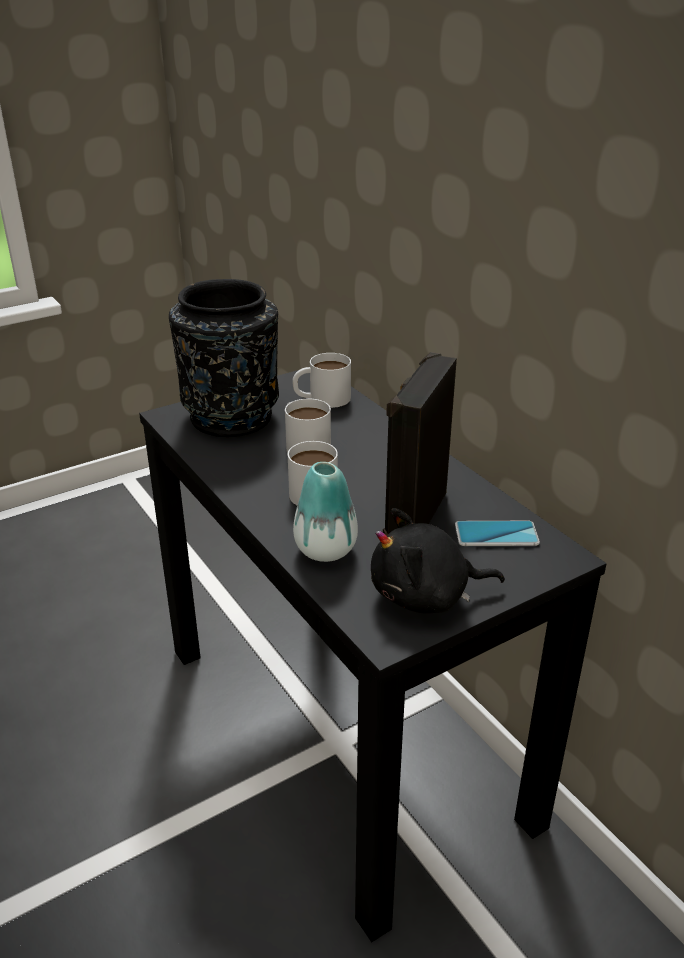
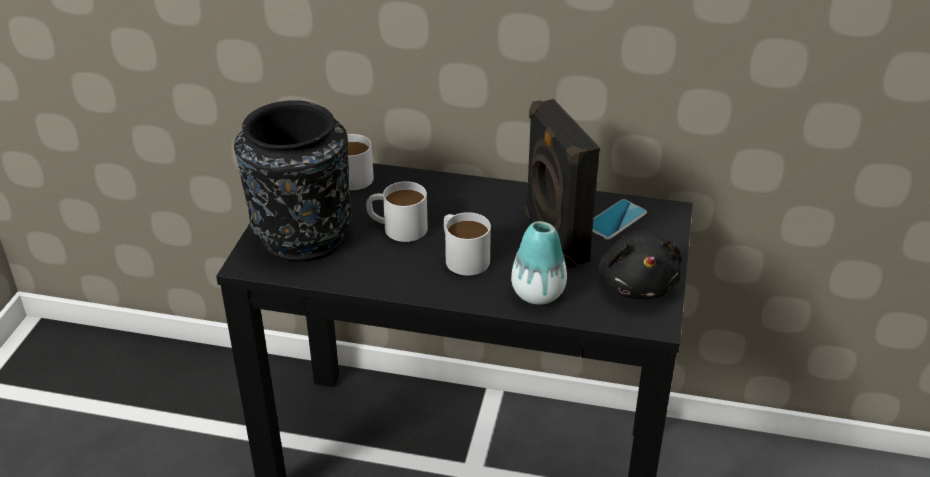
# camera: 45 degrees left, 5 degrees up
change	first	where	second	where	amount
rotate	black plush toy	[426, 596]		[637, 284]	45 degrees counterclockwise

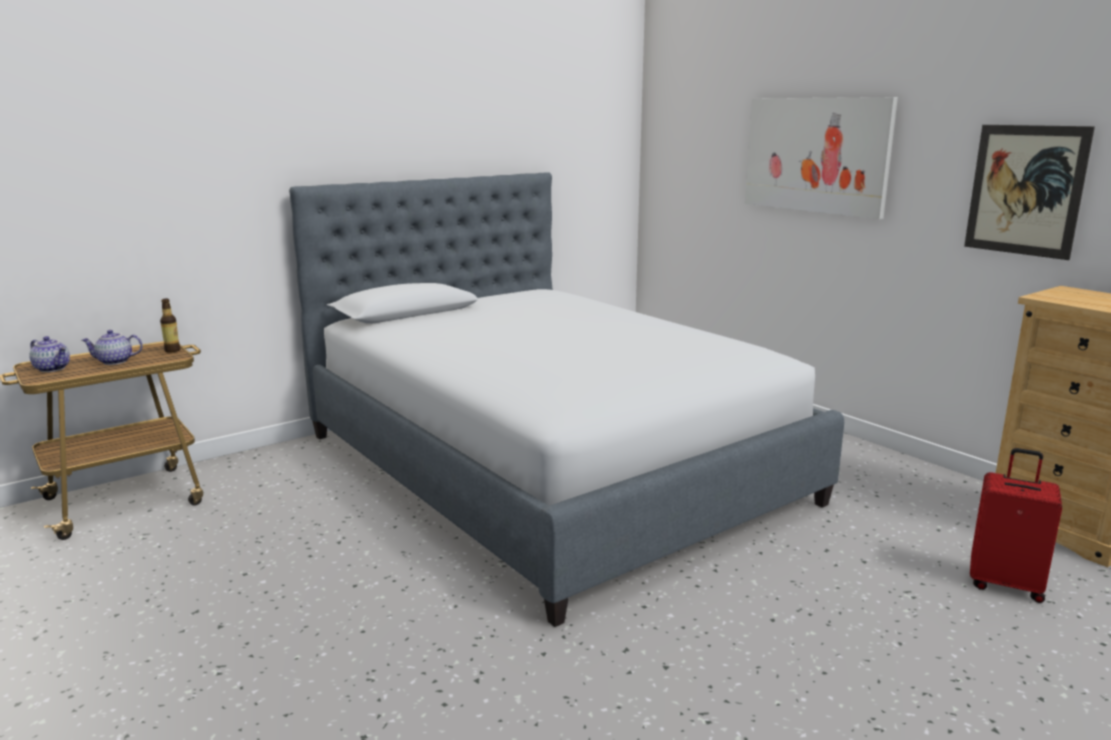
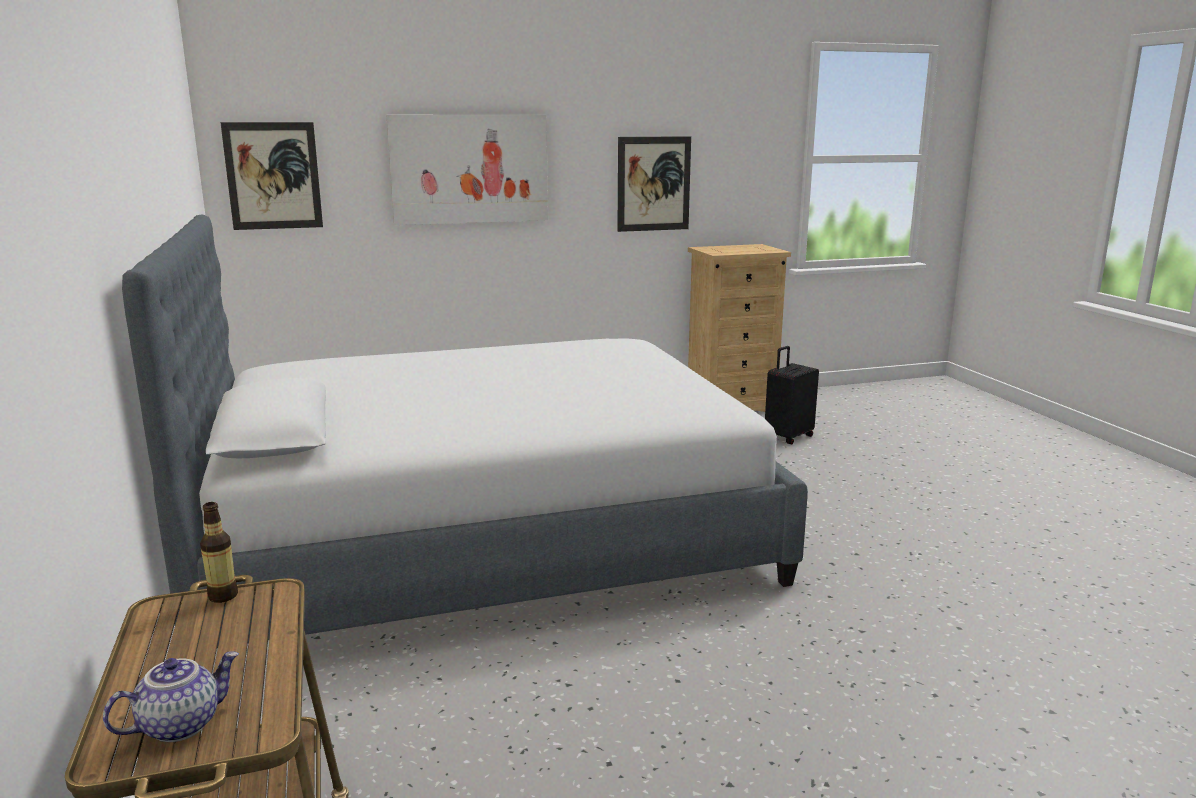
# camera: 70 degrees left, 0 degrees up
change	first	where	second	where	amount
delete	teapot	[114, 362]			
insert			picture	[273, 176]	
recolor	red suitcase	[1005, 584]	black suitcase	[788, 437]	

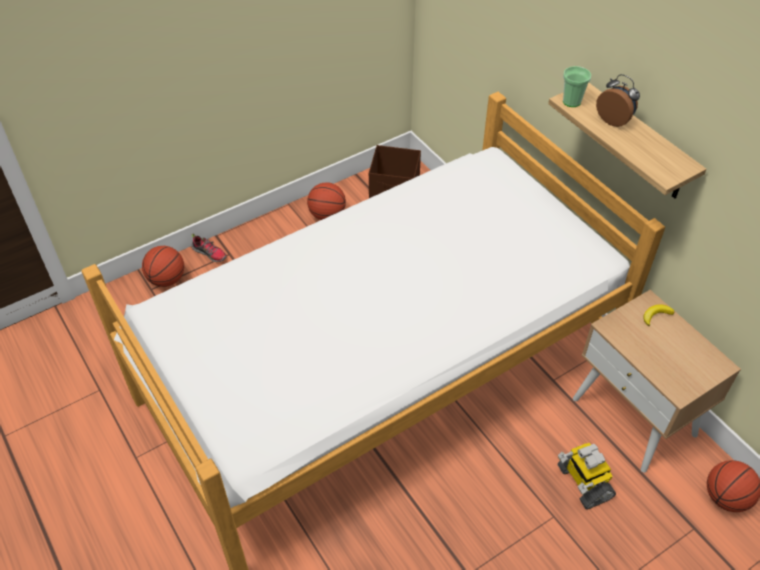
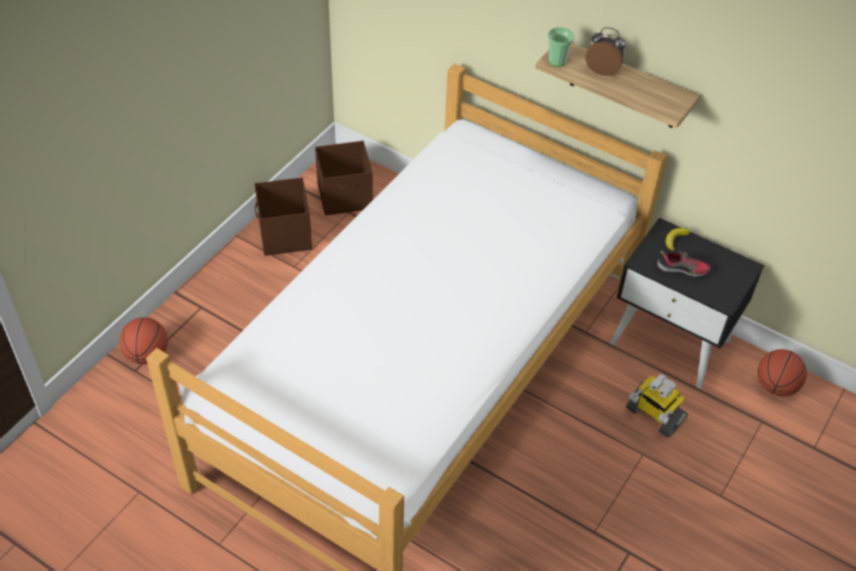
# camera: 25 degrees left, 0 degrees up
change	first	where	second	where	amount
move	shoe	[210, 253]		[682, 269]	
replace	basketball	[327, 215]	brown storage box	[285, 236]	
recolor	beige nightstand	[635, 417]	black nightstand	[671, 341]	

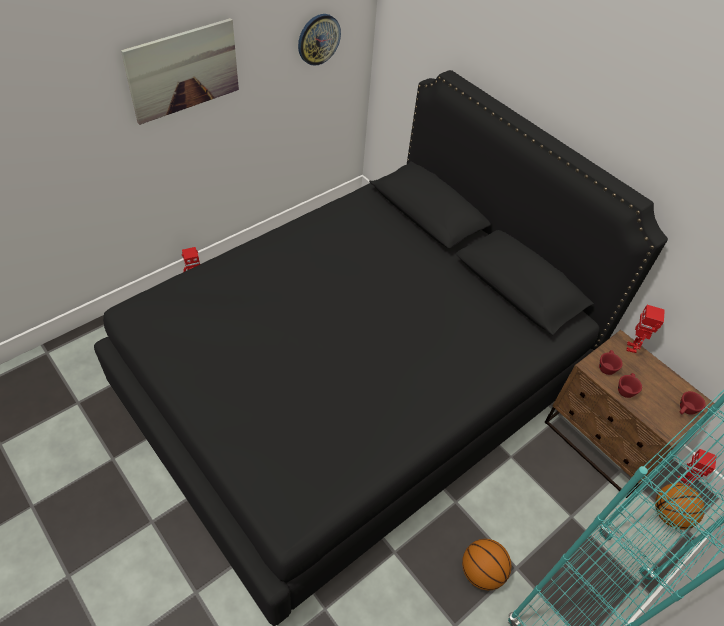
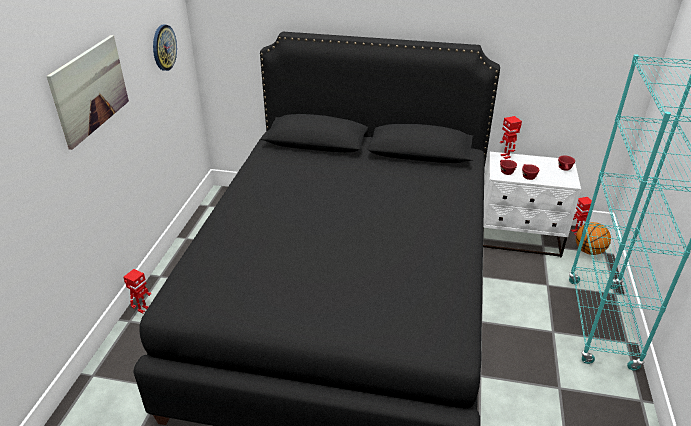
# camera: 35 degrees left, 15 degrees down
change	first	where	second	where	amount
delete	basketball	[481, 572]			
recolor	brown nightstand	[603, 442]	white nightstand	[519, 237]	

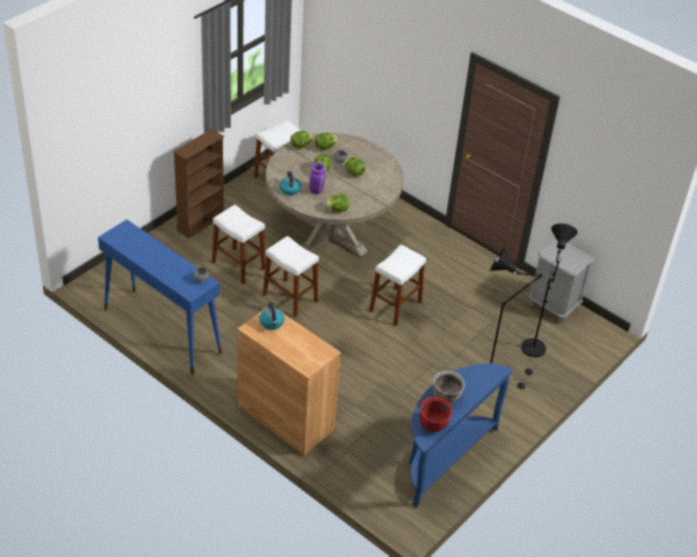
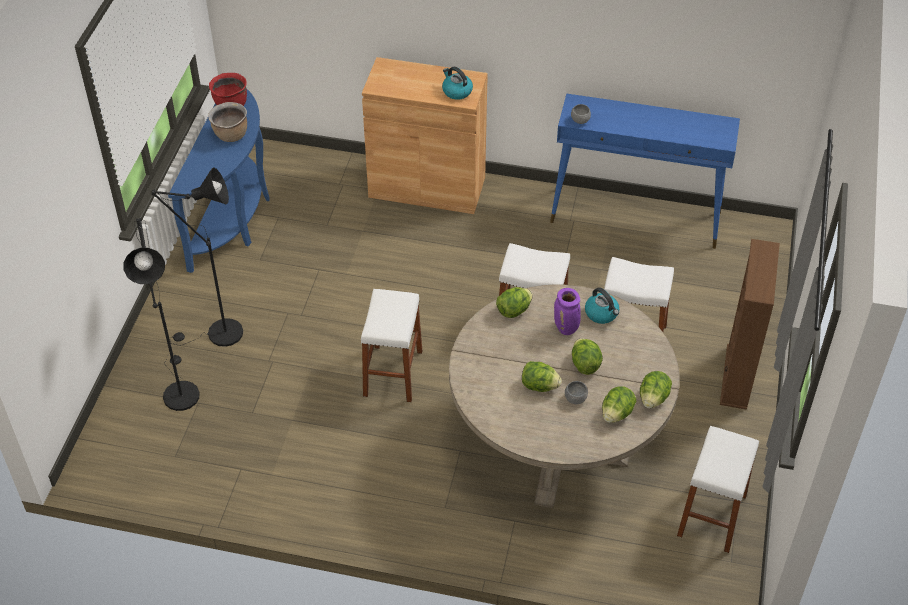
# camera: 155 degrees right, 5 degrees up
change	first	where	second	where	amount
delete	grey nightstand	[553, 306]			

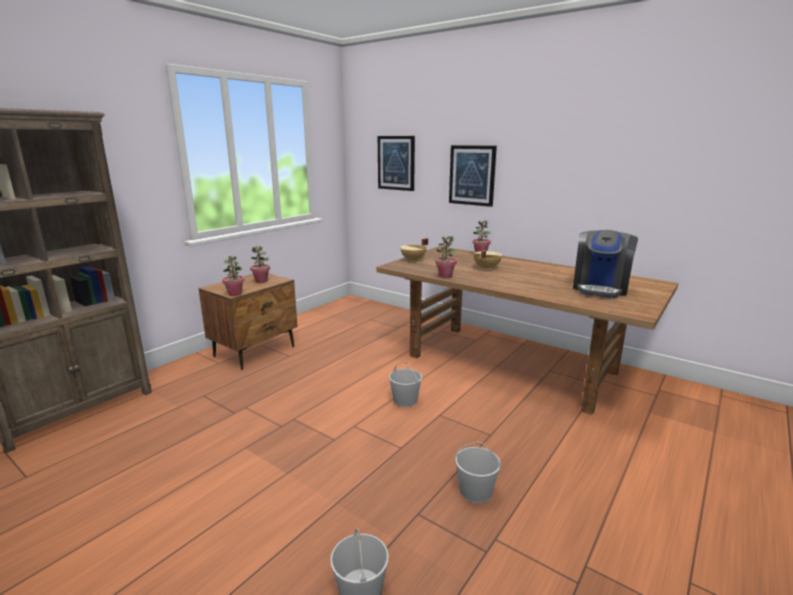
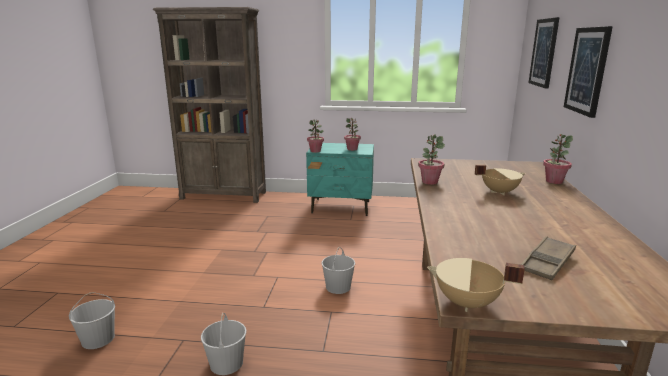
# camera: 60 degrees right, 0 degrees up
change	first	where	second	where	amount
move	beige cooking pot	[413, 260]		[467, 304]	
replace	coffee machine	[600, 288]	brown tray	[547, 262]	
recolor	brown nightstand	[255, 351]	turquoise nightstand	[341, 207]	

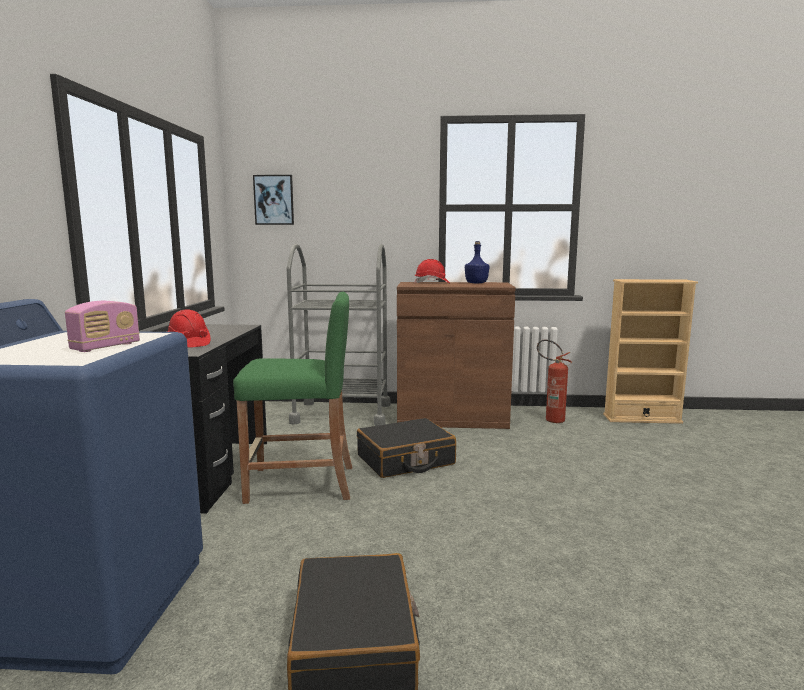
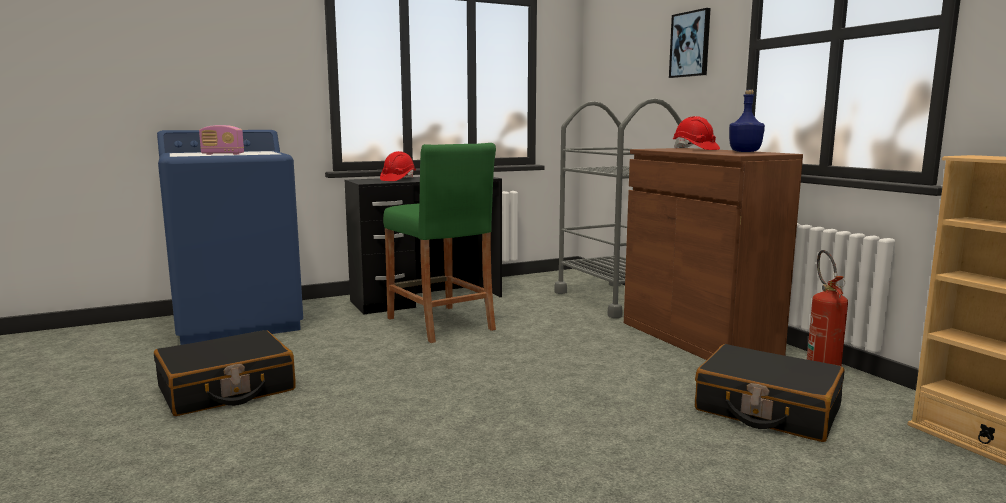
# camera: 60 degrees right, 0 degrees up
change	first	where	second	where	amount
move	picture	[274, 200]		[690, 44]	
move	black suitcase	[405, 460]		[767, 409]	

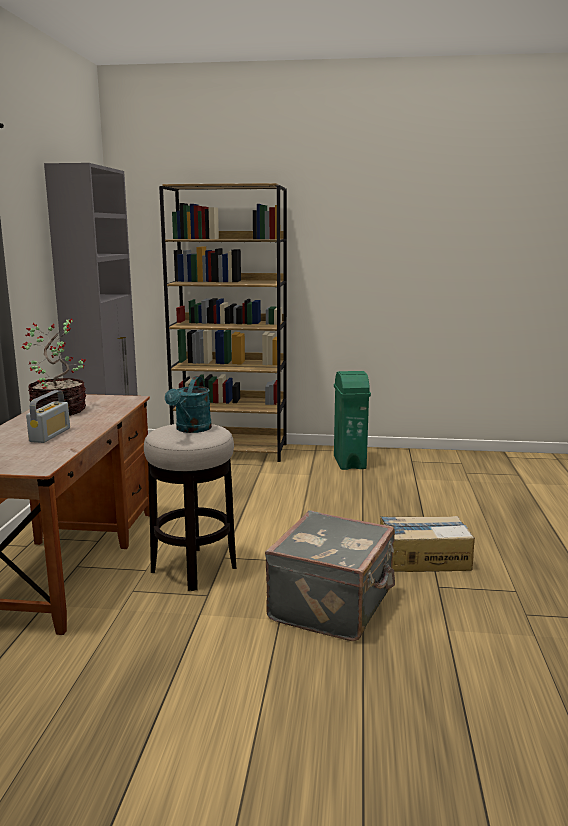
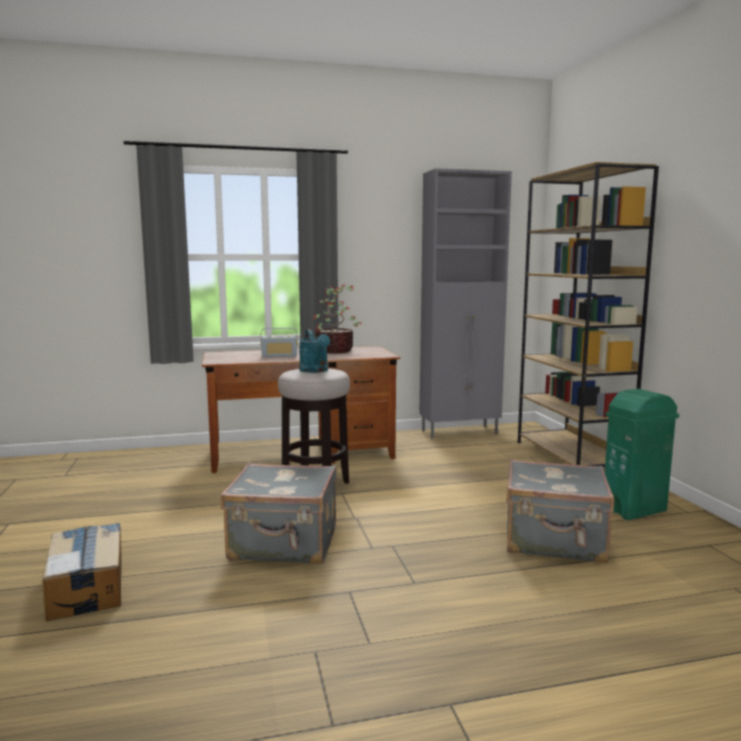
# camera: 70 degrees right, 5 degrees down
change	first	where	second	where	amount
insert			grey suitcase	[555, 541]	
move	cardboard box	[423, 558]		[87, 586]	
rotate	turquoise watering can	[191, 429]		[315, 371]	105 degrees counterclockwise

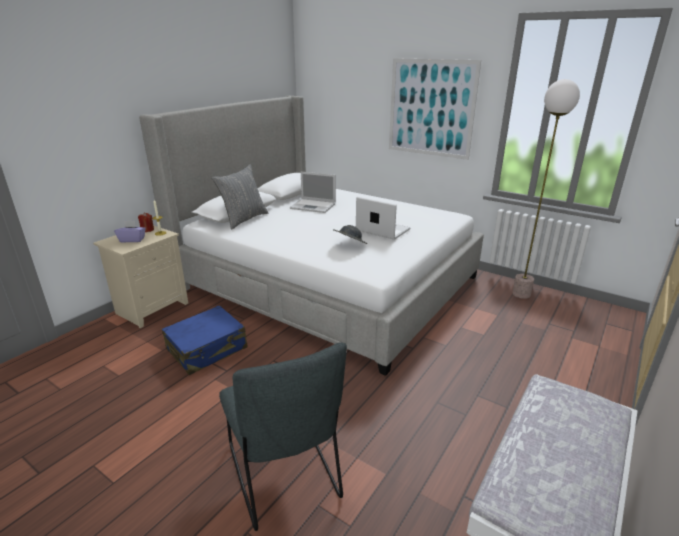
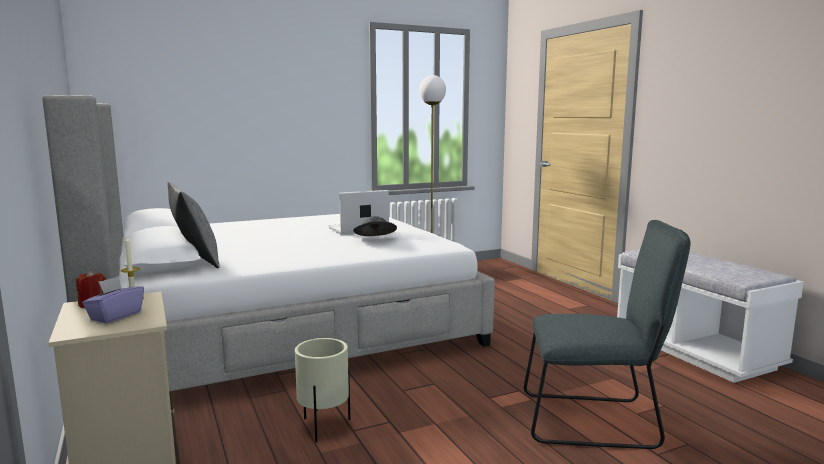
# camera: 60 degrees left, 15 degrees down
change	first	where	second	where	amount
delete	laptop	[314, 206]			
delete	picture	[431, 108]			
replace	blue suitcase	[207, 349]	beige planter	[323, 426]	

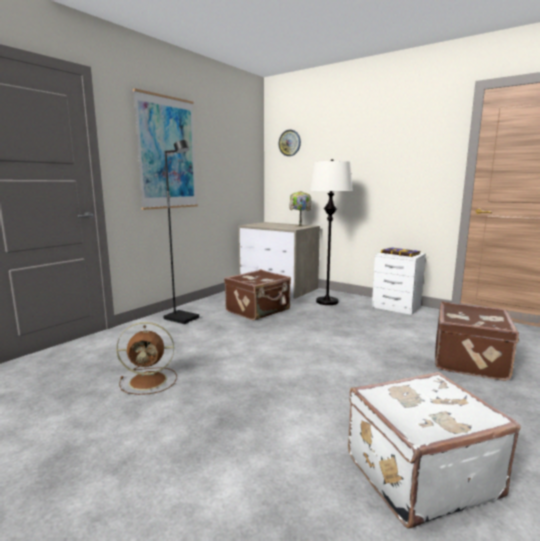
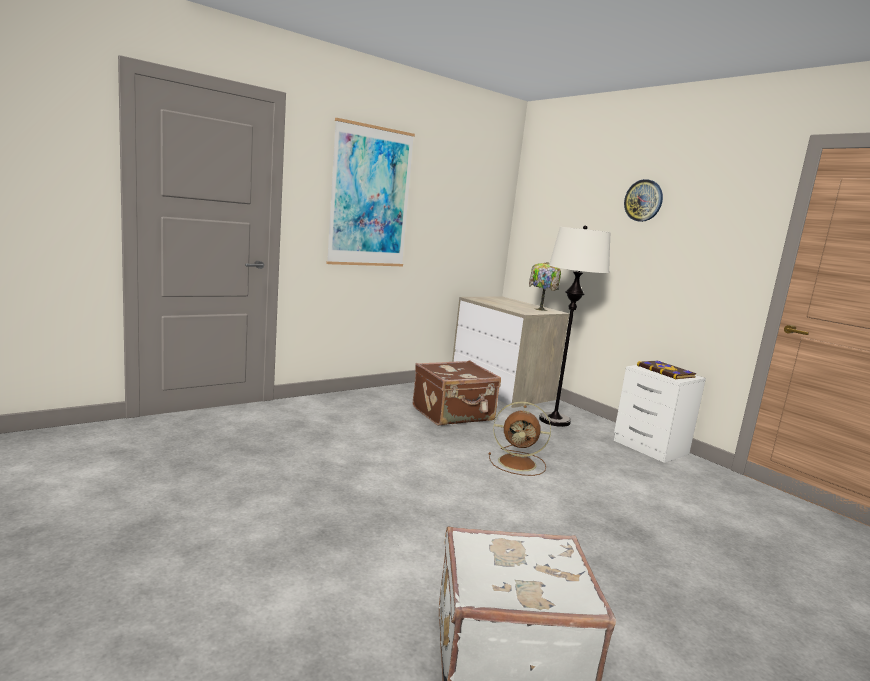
# camera: 15 degrees right, 0 degrees up
change	first	where	second	where	amount
delete	black floor lamp	[182, 318]			
delete	brown suitcase	[471, 361]			
move	brown fan	[150, 380]		[519, 463]	
move	wall clock	[289, 143]		[643, 200]	

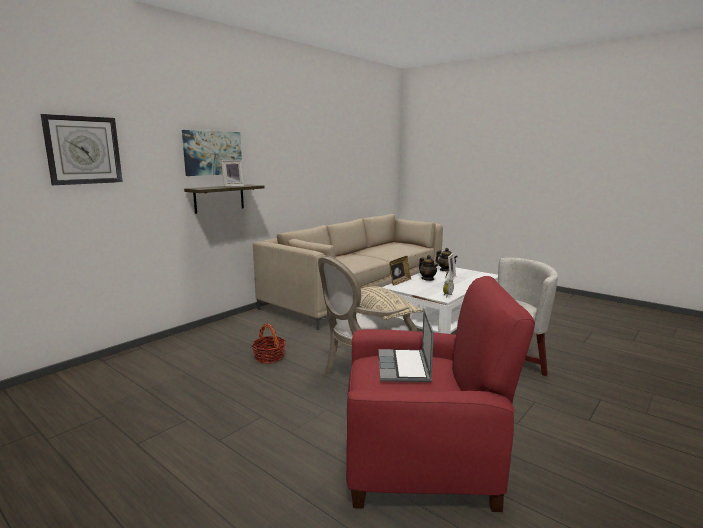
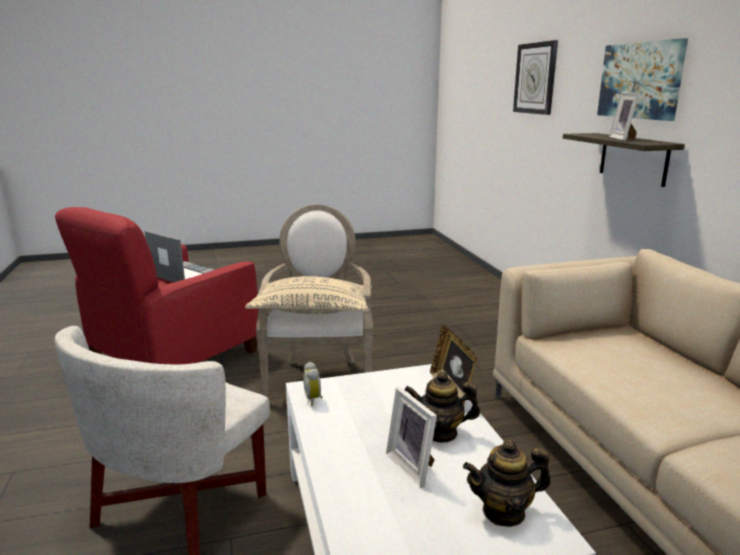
# camera: 125 degrees right, 5 degrees up
change	first	where	second	where	amount
delete	basket	[269, 357]			

